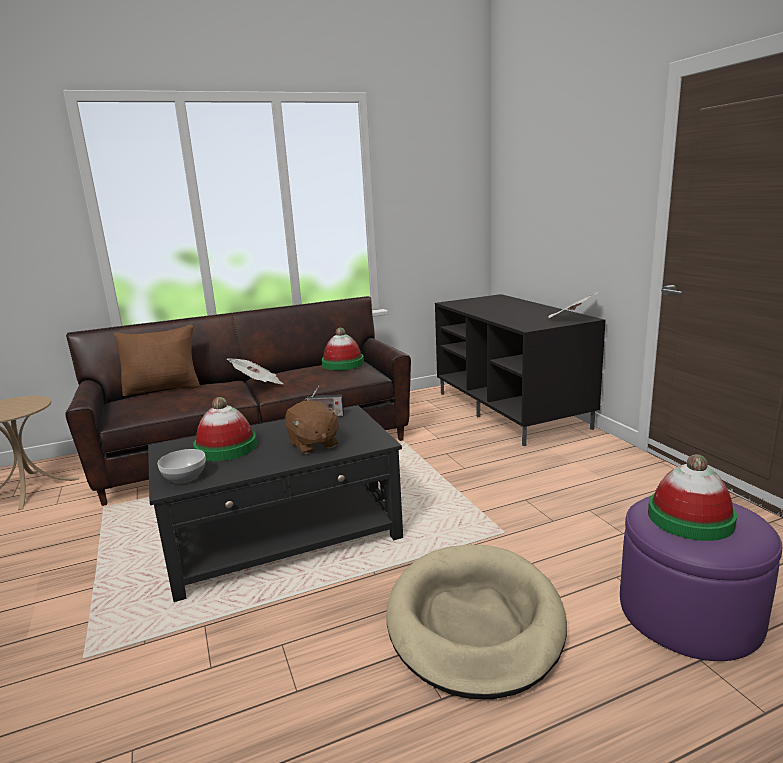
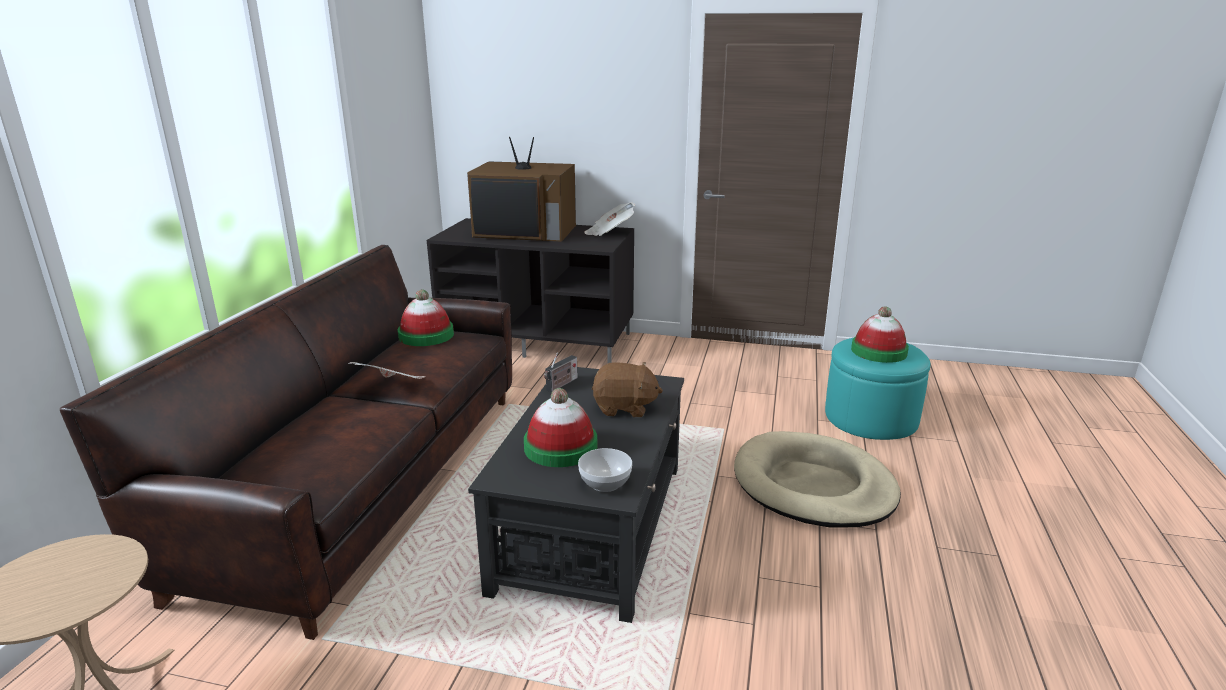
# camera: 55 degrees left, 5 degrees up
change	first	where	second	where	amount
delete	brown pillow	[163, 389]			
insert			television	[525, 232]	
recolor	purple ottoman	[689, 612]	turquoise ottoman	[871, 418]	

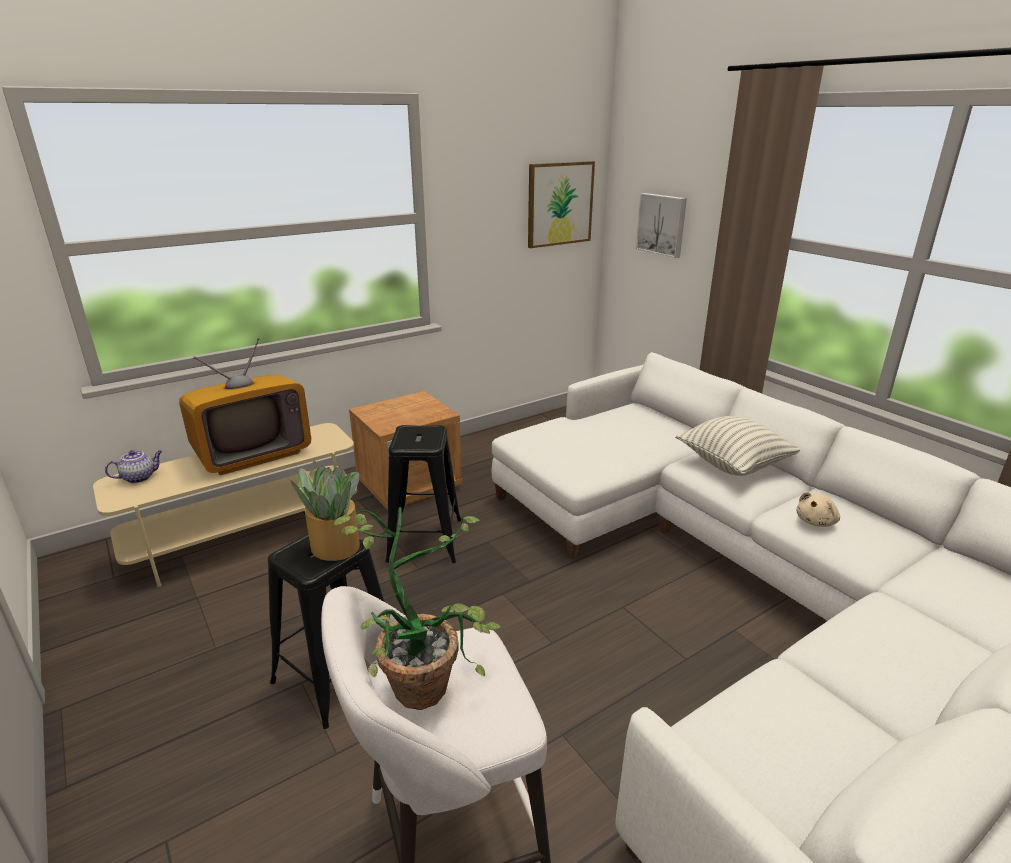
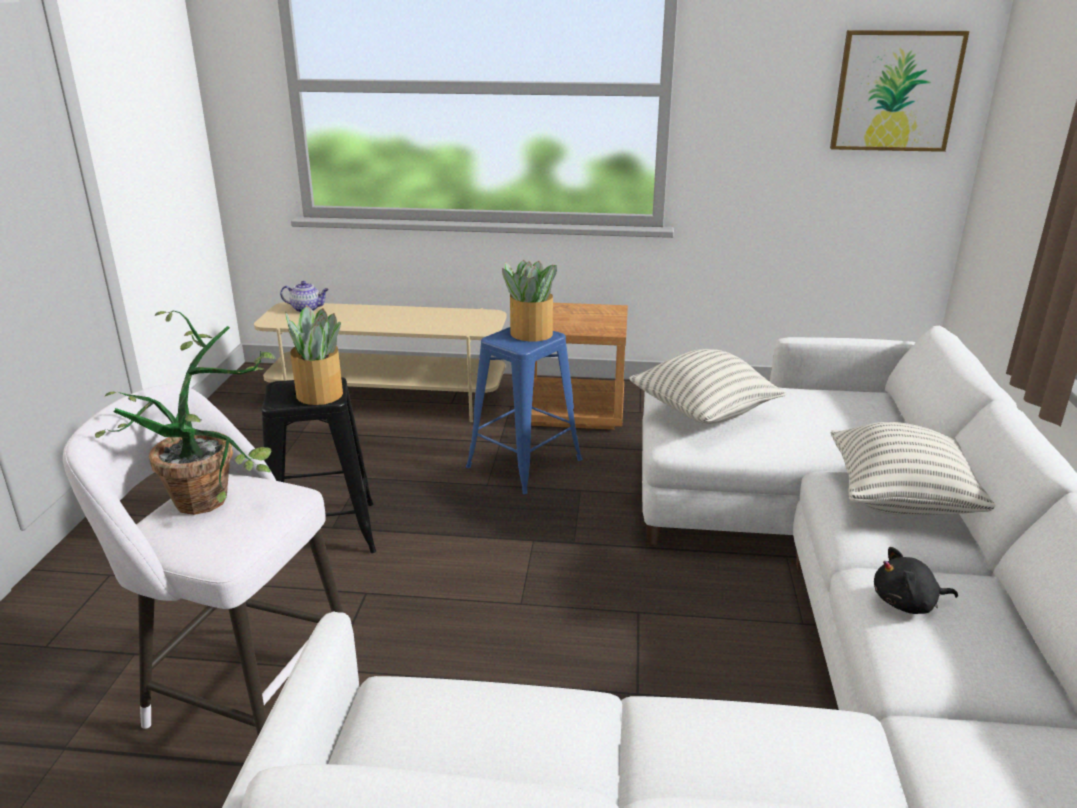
# camera: 40 degrees right, 0 degrees up
change	first	where	second	where	amount
delete	television	[252, 453]			
delete	picture	[662, 224]			
insert			potted plant	[530, 333]	
insert			pillow	[703, 414]	
recolor	black stool	[425, 540]	blue stool	[524, 464]	
recolor	beige plush toy	[816, 521]	black plush toy	[907, 603]	

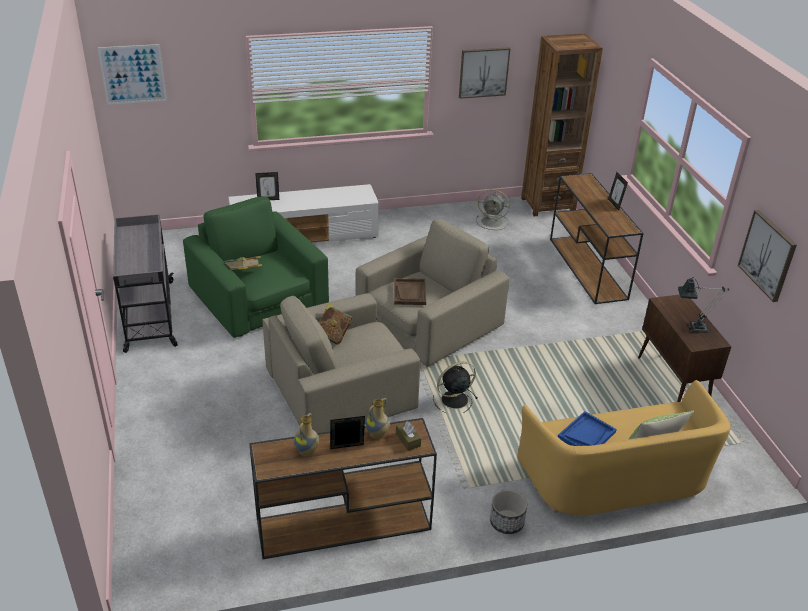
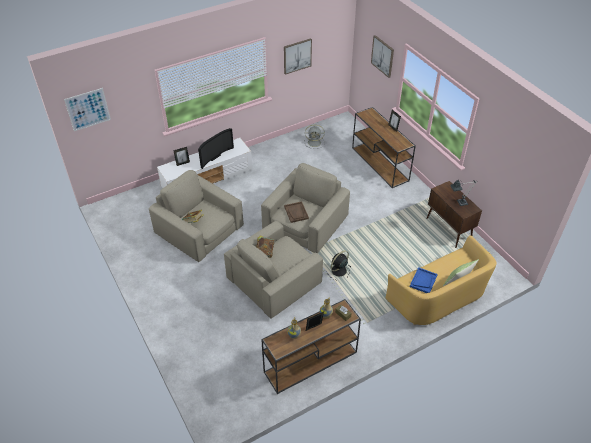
# camera: 15 degrees left, 10 degrees up
change	first	where	second	where	amount
delete	grey cart	[149, 316]			
delete	planter	[506, 522]			
delete	brown bookcase	[547, 205]			
insert			television	[213, 156]	
move	picture	[767, 255]		[383, 56]	
recolor	green armchair	[259, 298]	beige armchair	[200, 230]	

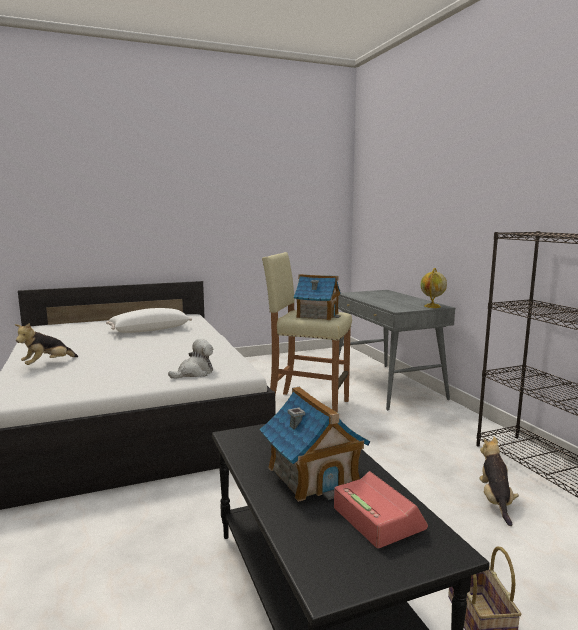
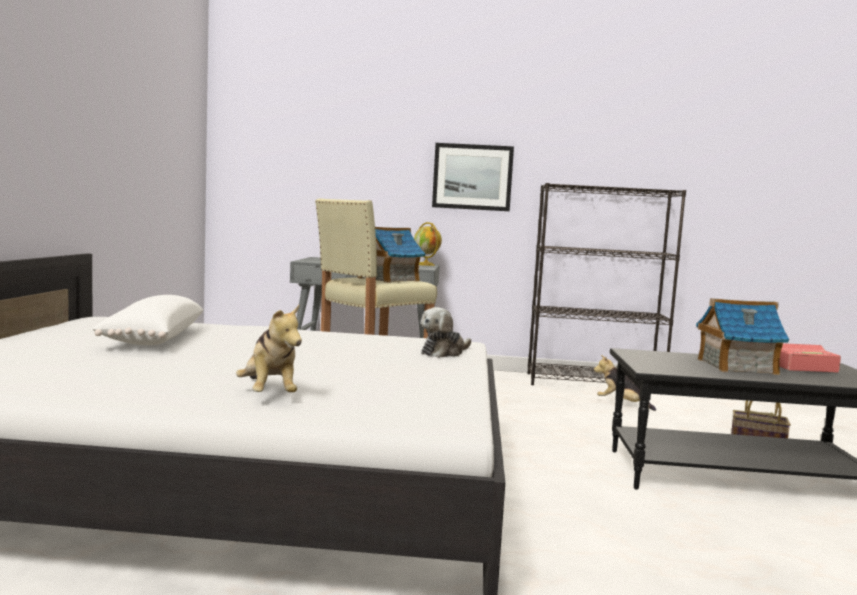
# camera: 65 degrees left, 5 degrees down
change	first	where	second	where	amount
insert			picture	[472, 177]	
rotate	plush toy	[194, 373]		[444, 352]	120 degrees counterclockwise

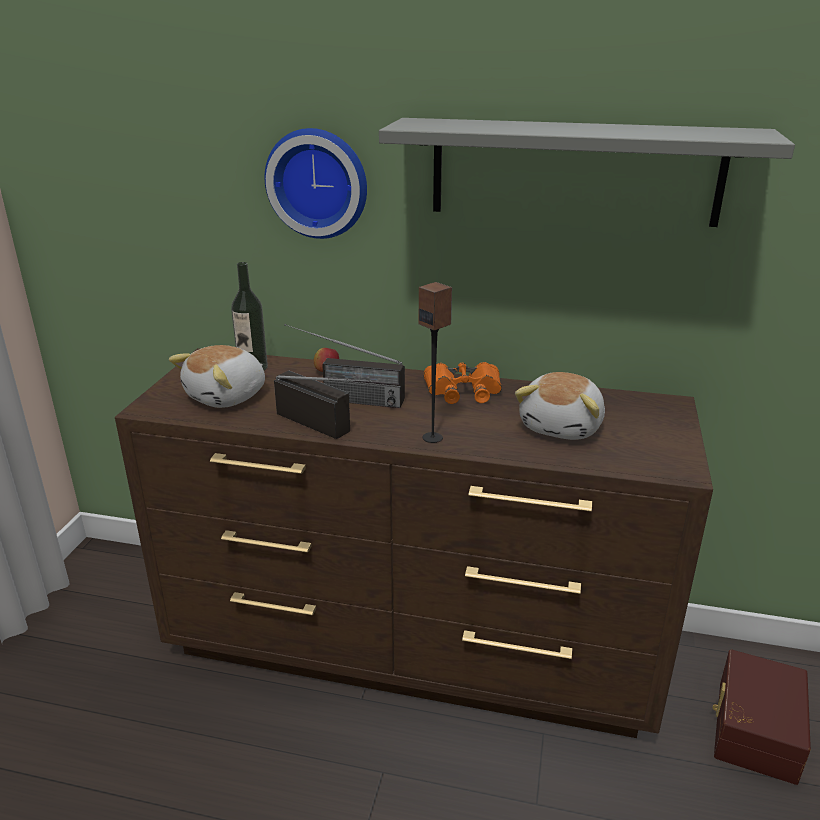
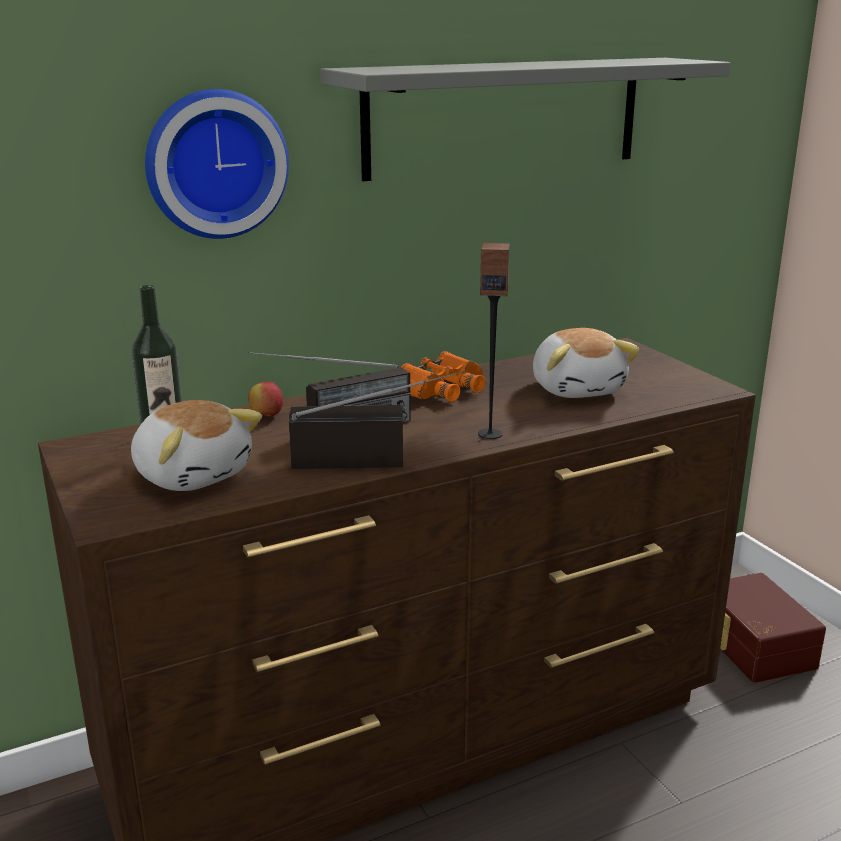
# camera: 40 degrees left, 5 degrees down
change	first	where	second	where	amount
rotate	plush toy	[227, 396]		[193, 474]	45 degrees counterclockwise

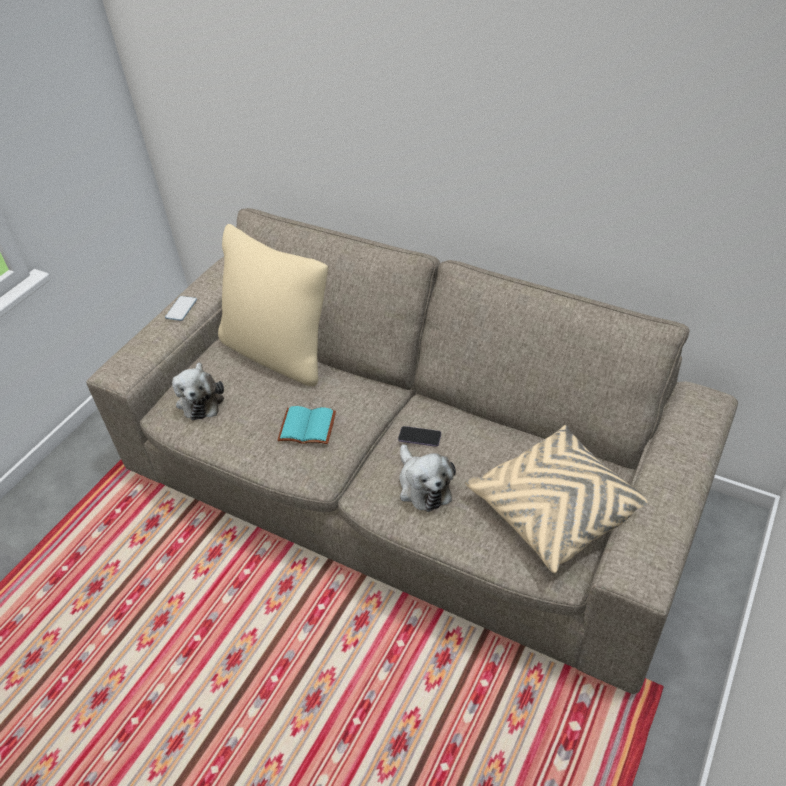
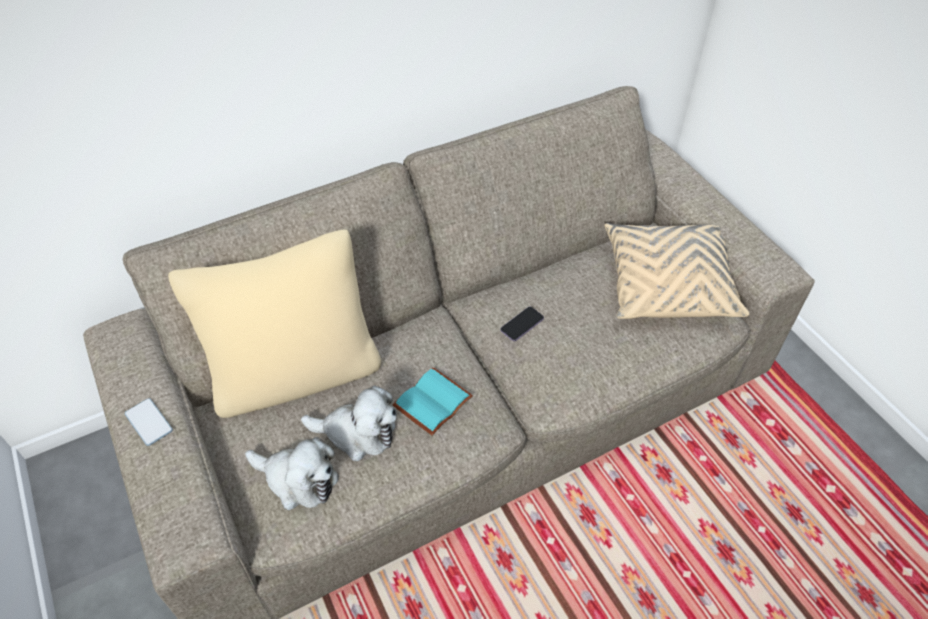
# camera: 60 degrees left, 5 degrees up
change	first	where	second	where	amount
move	plush toy	[423, 486]		[357, 433]	

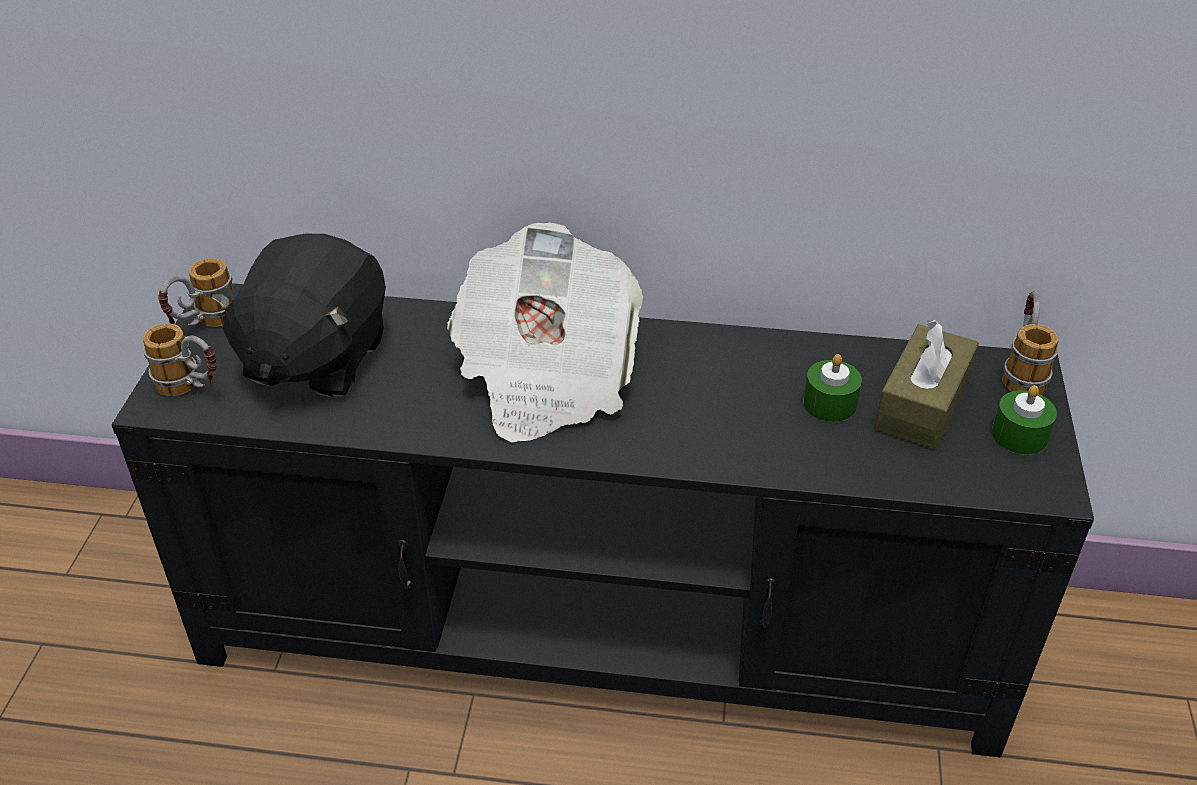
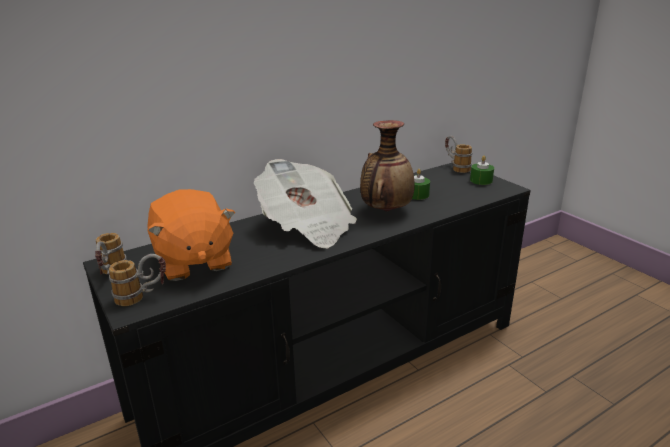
# camera: 40 degrees left, 15 degrees down
change	first	where	second	where	amount
delete	brown tissue box	[922, 404]			
insert			vase	[385, 210]	
recolor	black plush toy	[314, 358]	orange plush toy	[193, 261]	

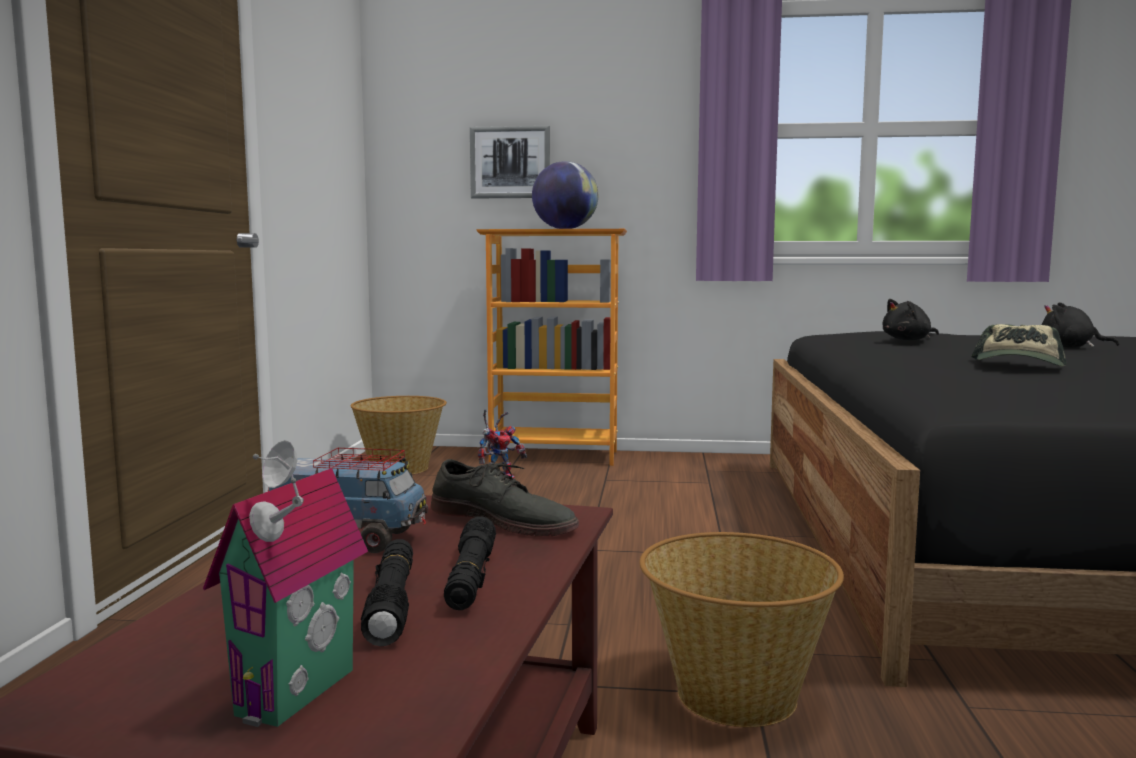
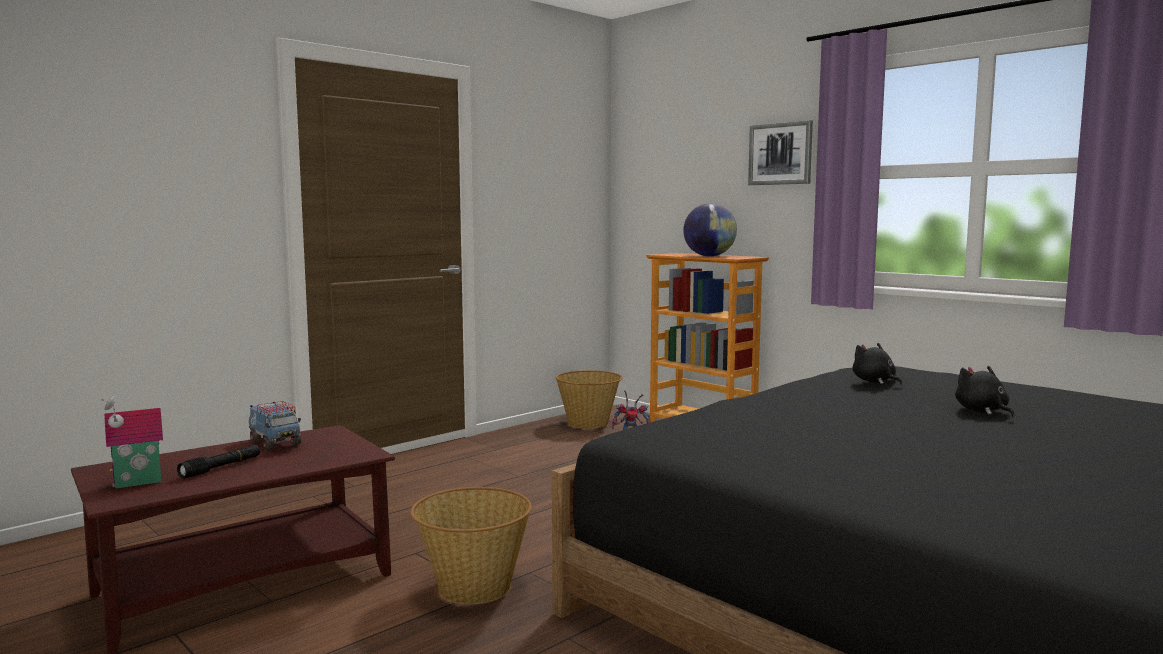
# camera: 40 degrees right, 0 degrees up
change	first	where	second	where	amount
delete	grey shoe	[503, 520]			
delete	black flashlight	[471, 577]			
delete	cap	[1019, 366]			
move	picture	[510, 162]		[780, 154]	
rotate	black plush toy	[908, 340]		[875, 382]	45 degrees clockwise

